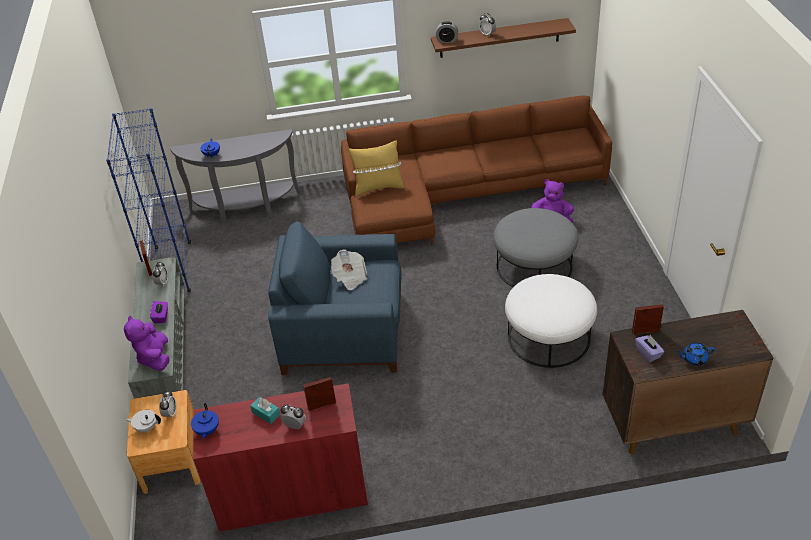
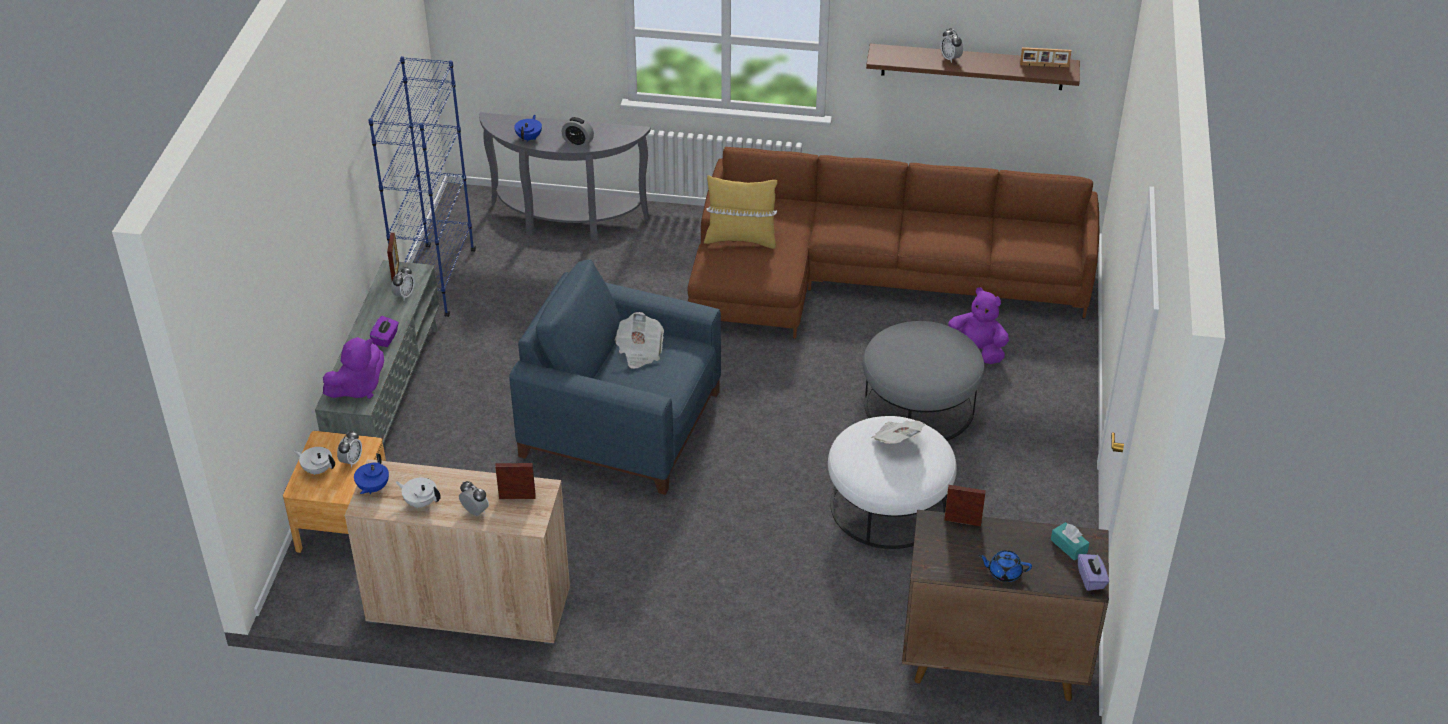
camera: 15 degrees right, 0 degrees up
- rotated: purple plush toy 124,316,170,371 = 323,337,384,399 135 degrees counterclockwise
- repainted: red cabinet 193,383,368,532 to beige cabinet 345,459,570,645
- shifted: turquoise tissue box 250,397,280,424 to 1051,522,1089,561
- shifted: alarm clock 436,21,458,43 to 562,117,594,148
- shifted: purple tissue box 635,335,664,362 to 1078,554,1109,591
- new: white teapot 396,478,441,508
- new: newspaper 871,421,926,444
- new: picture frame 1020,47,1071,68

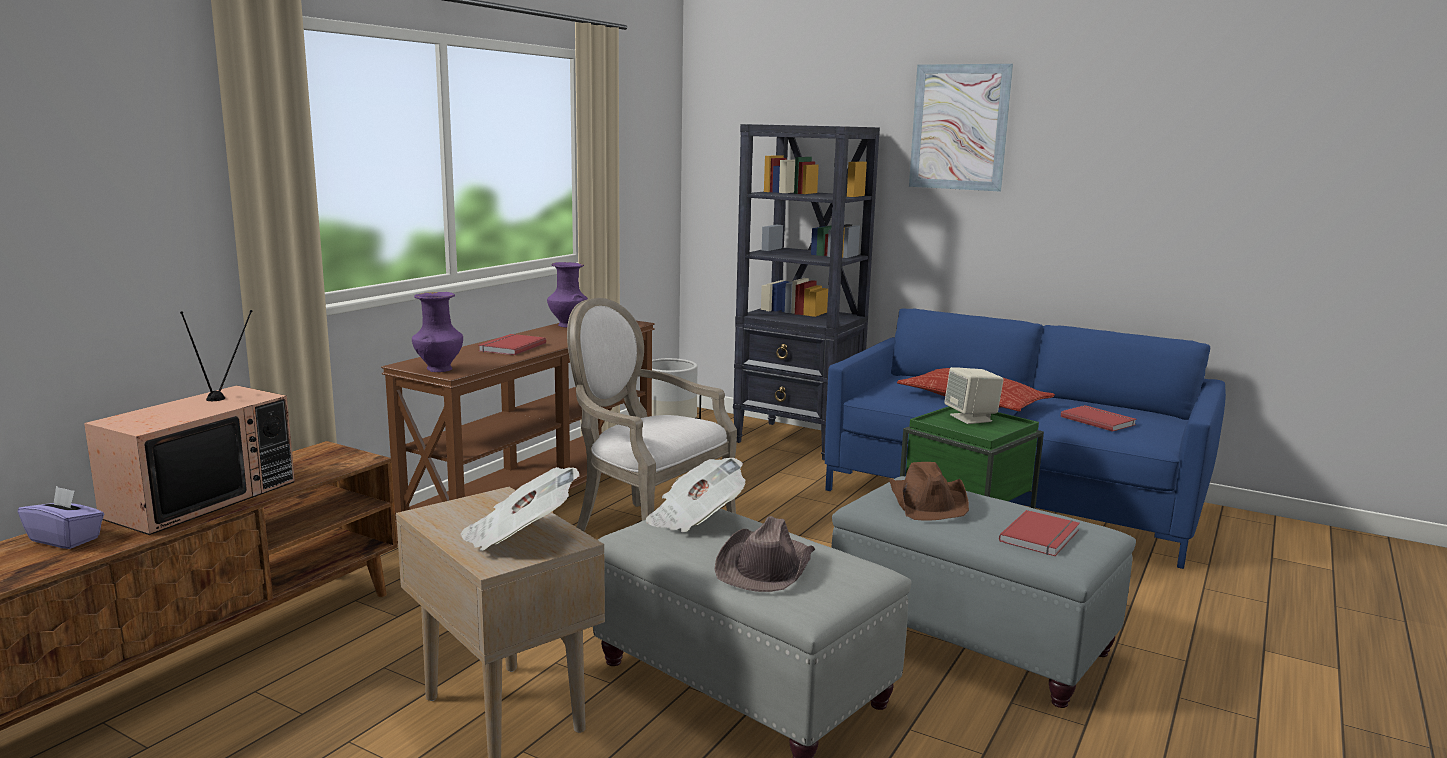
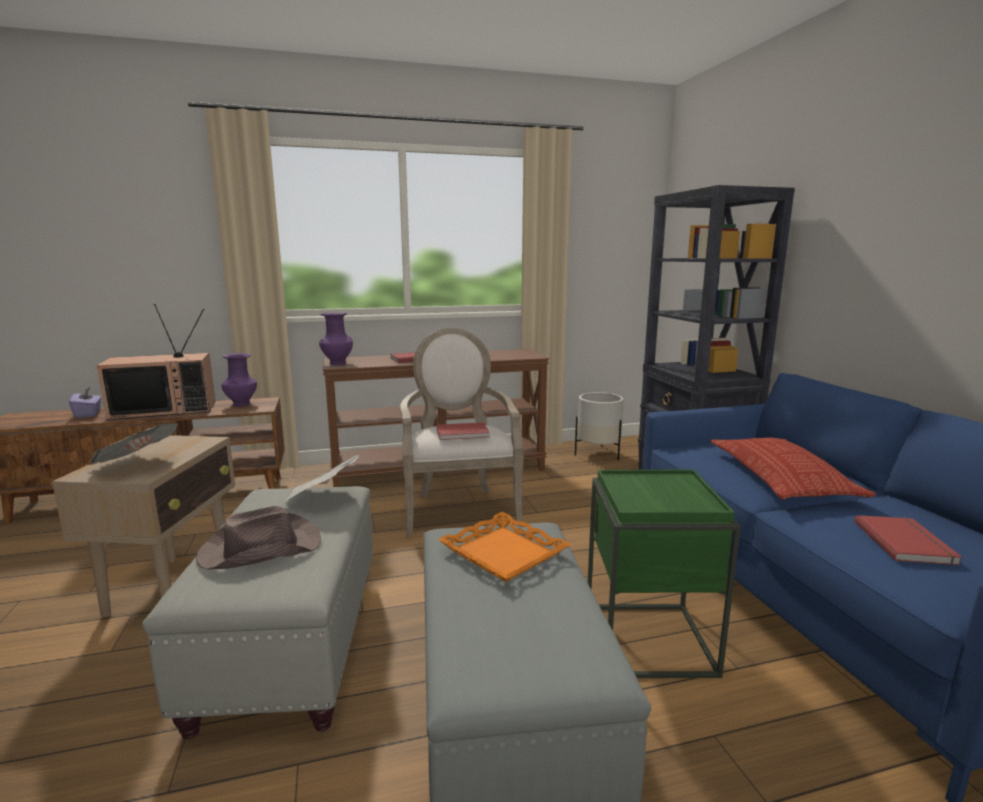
camera: 45 degrees right, 0 degrees up
- shifted: purple vase 547,262,588,328 to 221,353,257,407
- swapped: brown hat 889,462,969,521 to orange tray 438,512,571,582
- gone: picture 909,64,1013,191
- gone: beige speaker 944,367,1004,424
- shifted: red book 999,510,1080,556 to 436,422,490,440

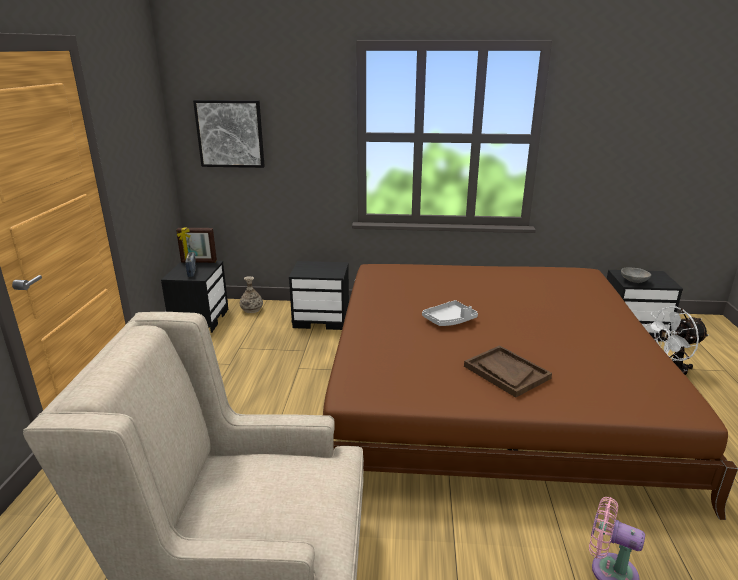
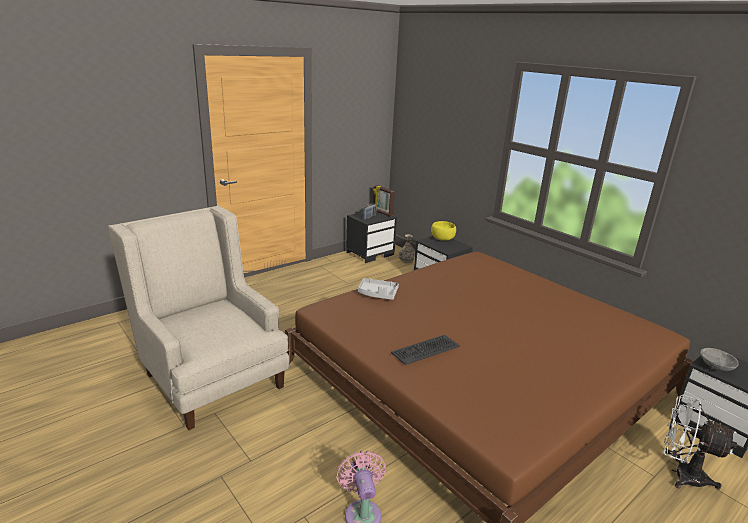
camera: 45 degrees right, 0 degrees up
- gone: picture 193,100,265,168
- shifted: grey tray 422,300,478,326 to 358,278,399,300
- swapped: brown tray 464,345,552,398 to keyboard 391,335,460,365
- new: yellow bowl 431,221,456,241

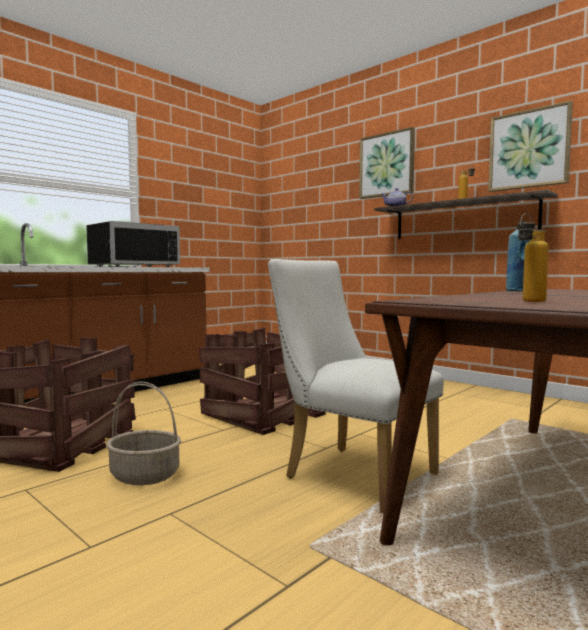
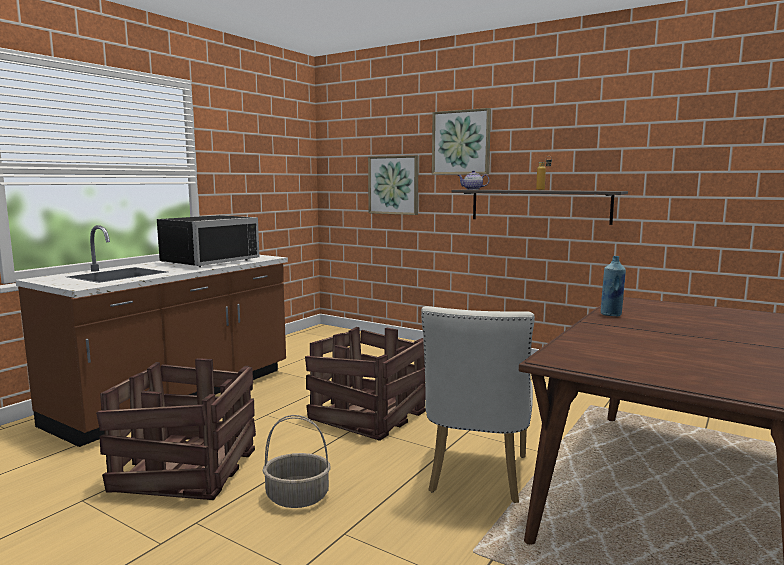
camera: 10 degrees left, 5 degrees up
- rotated: white chair 268,259,444,513 = 421,306,535,503 105 degrees counterclockwise
- shifted: picture 488,101,573,192 to 368,155,419,215
- gone: bottle 517,213,549,302

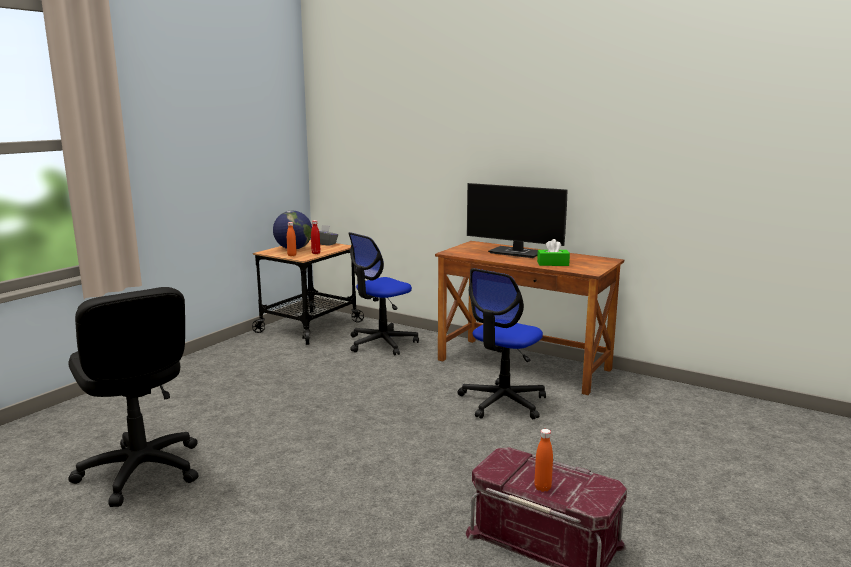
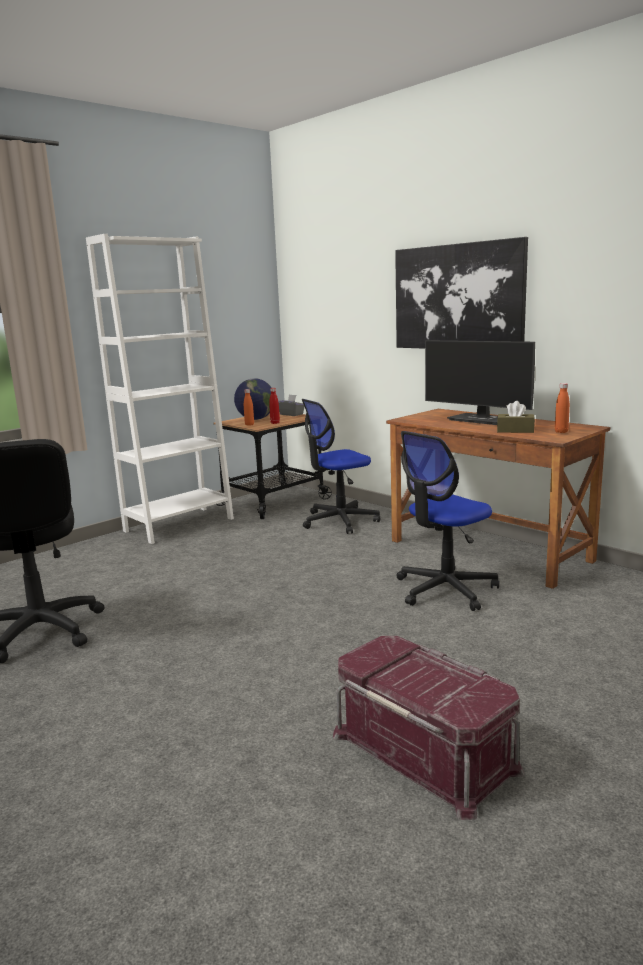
camera: 15 degrees right, 0 degrees up
- shifted: orange bottle 534,429,553,492 to 555,383,570,433
- repainted: green tissue box 537,239,570,266 to brown tissue box 497,401,535,433
- new: white bookcase 86,234,234,544
- new: picture 395,237,528,349

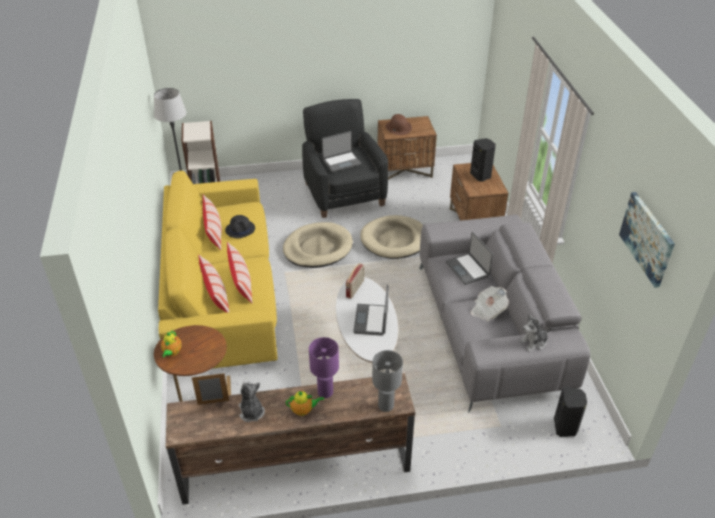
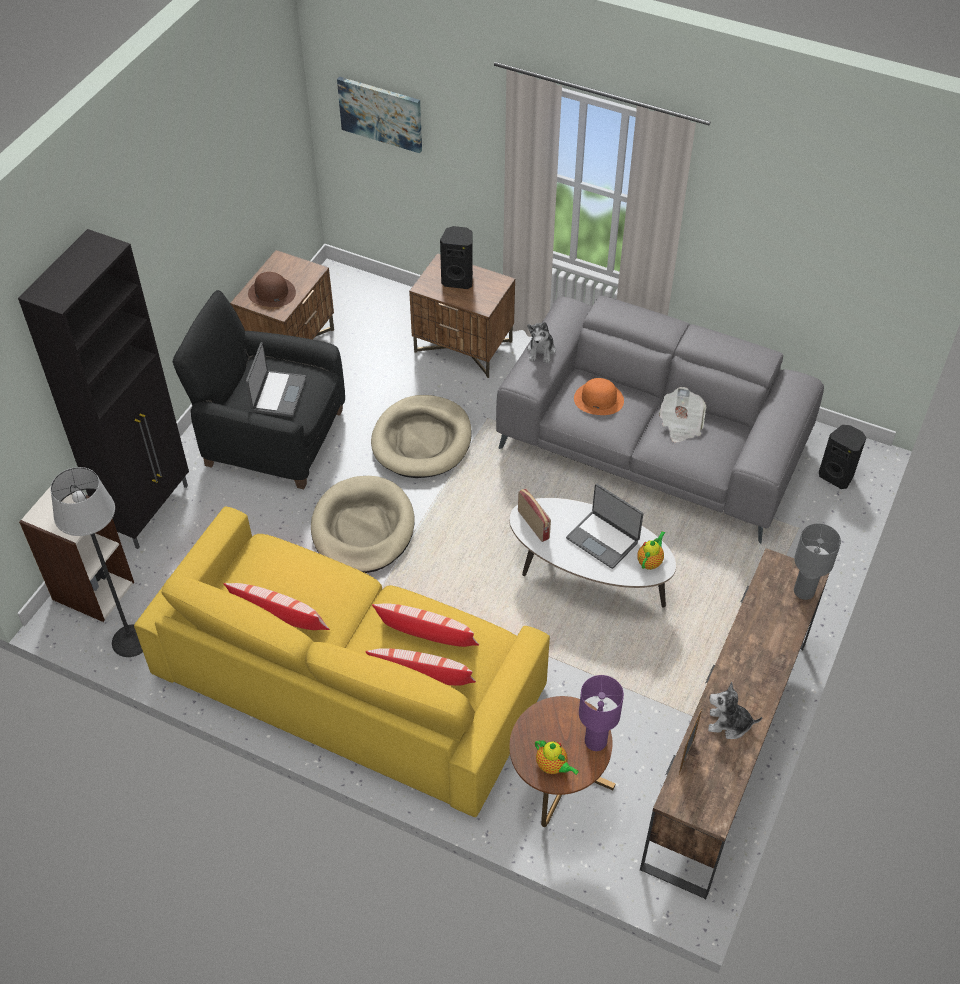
camera: 55 degrees left, 10 degrees up
- gone: black hat 225,215,255,238
- shifted: teapot 286,390,324,416 to 637,531,666,570
- shifted: purple table lamp 309,337,339,398 to 579,675,624,751
- swapped: laptop 446,232,493,285 to orange hat 574,378,624,415
- shifted: plush toy 519,314,552,352 to 527,322,556,363
- shifted: picture 619,192,675,288 to 337,77,422,153
- new: black cabinet 18,229,189,549

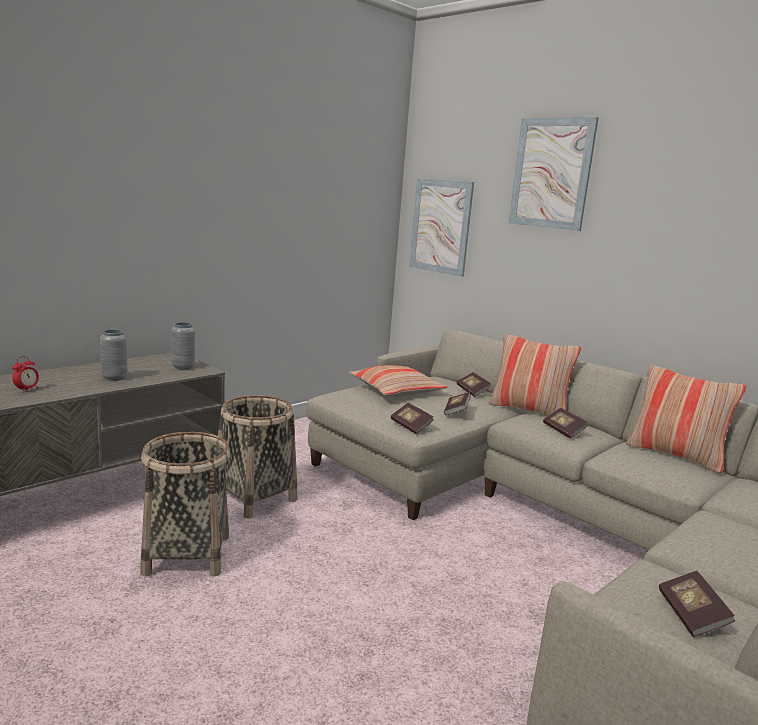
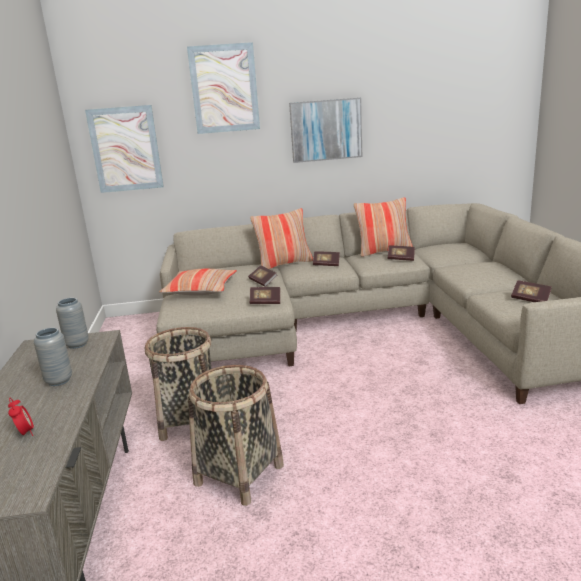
camera: 50 degrees left, 5 degrees up
- shifted: book 457,372,491,397 to 388,246,415,261
- new: picture 289,98,362,163

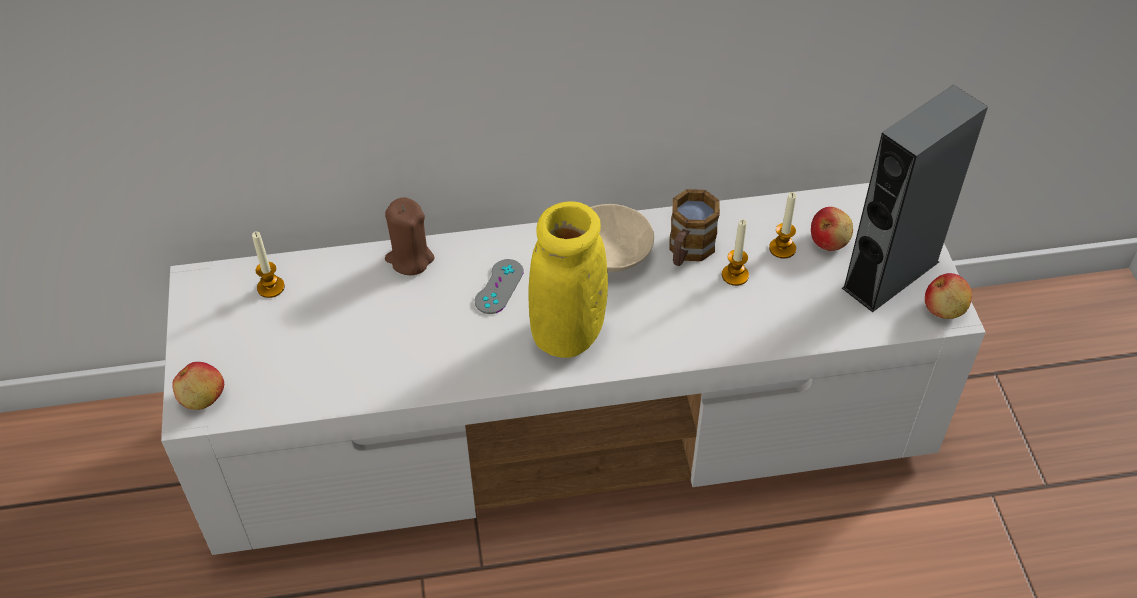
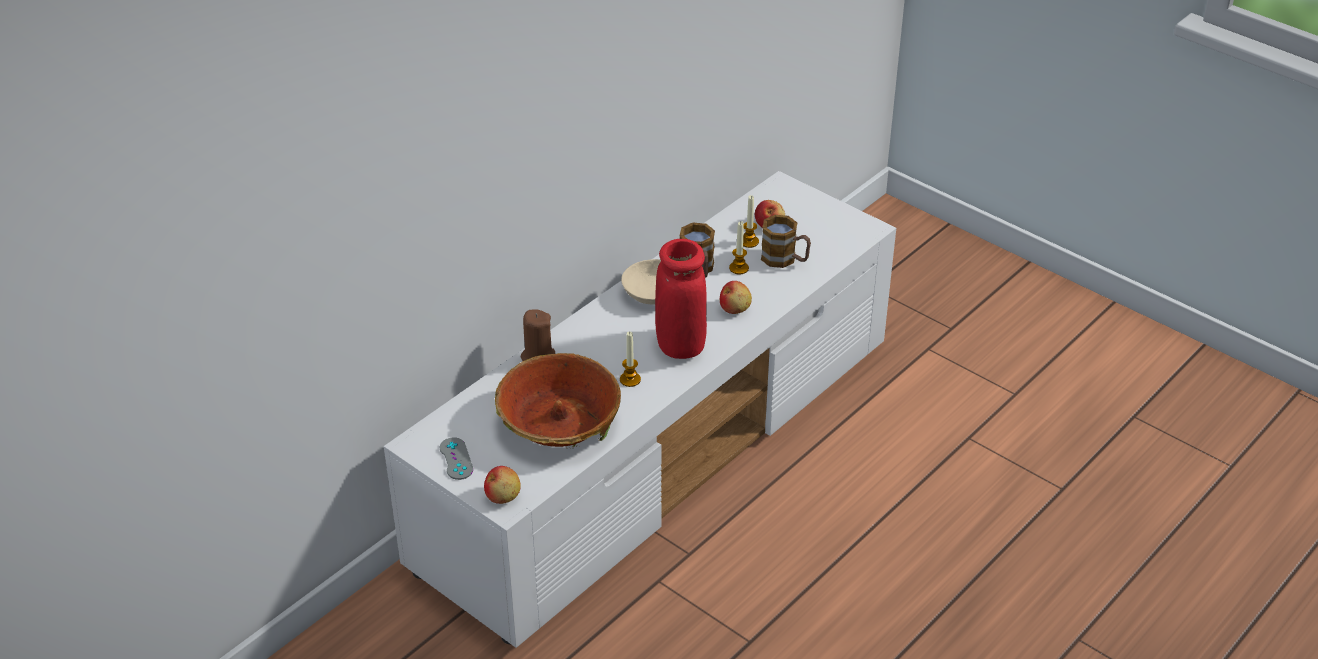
camera: 40 degrees left, 10 degrees down
- shifted: candle 252,231,285,298 to 620,331,641,387
- shifted: grey game controller 475,259,524,314 to 440,437,473,480
- repainted: yellow vase 528,201,608,358 to red vase 655,239,707,359
- gone: grey speaker 842,85,988,312
- shifted: apple 925,273,972,319 to 720,281,752,314
- new: bowl 495,353,621,449
- new: mug 761,215,811,268

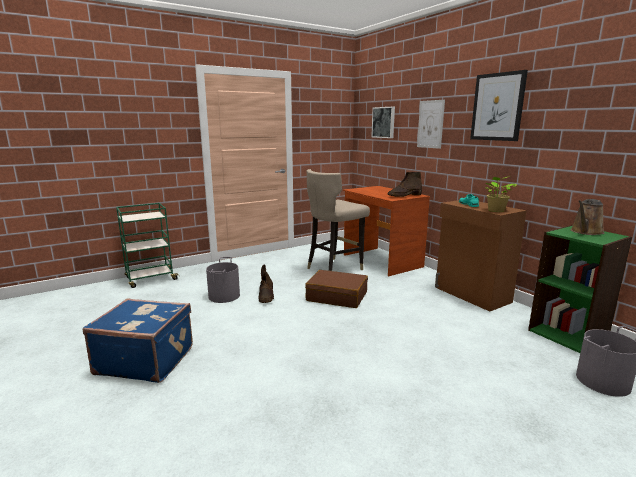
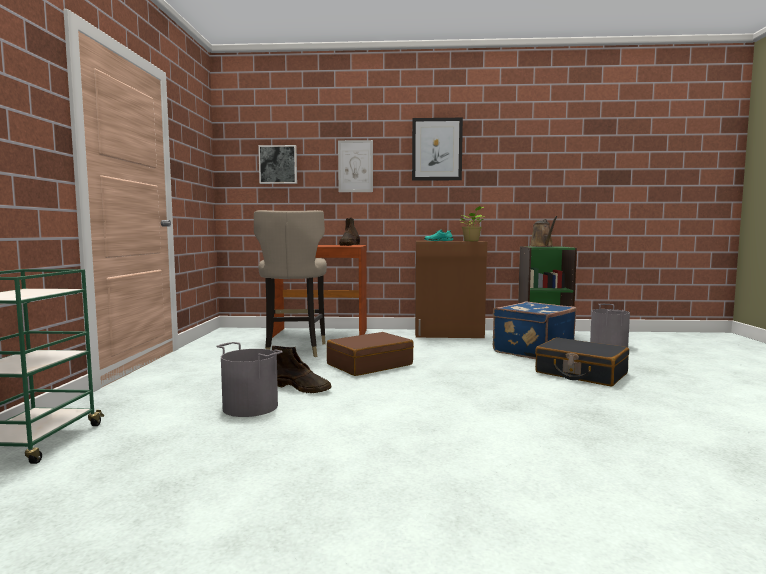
camera: 55 degrees left, 10 degrees down
- shifted: blue suitcase 83,298,193,383 to 493,302,576,359
- new: black suitcase 535,337,629,387

